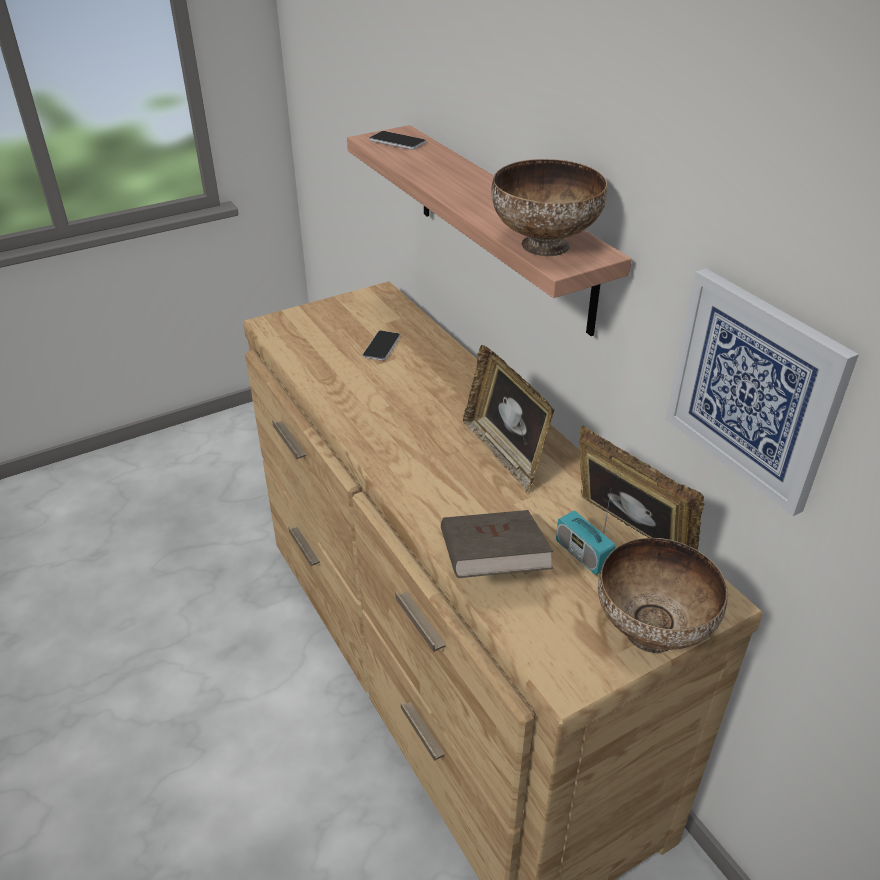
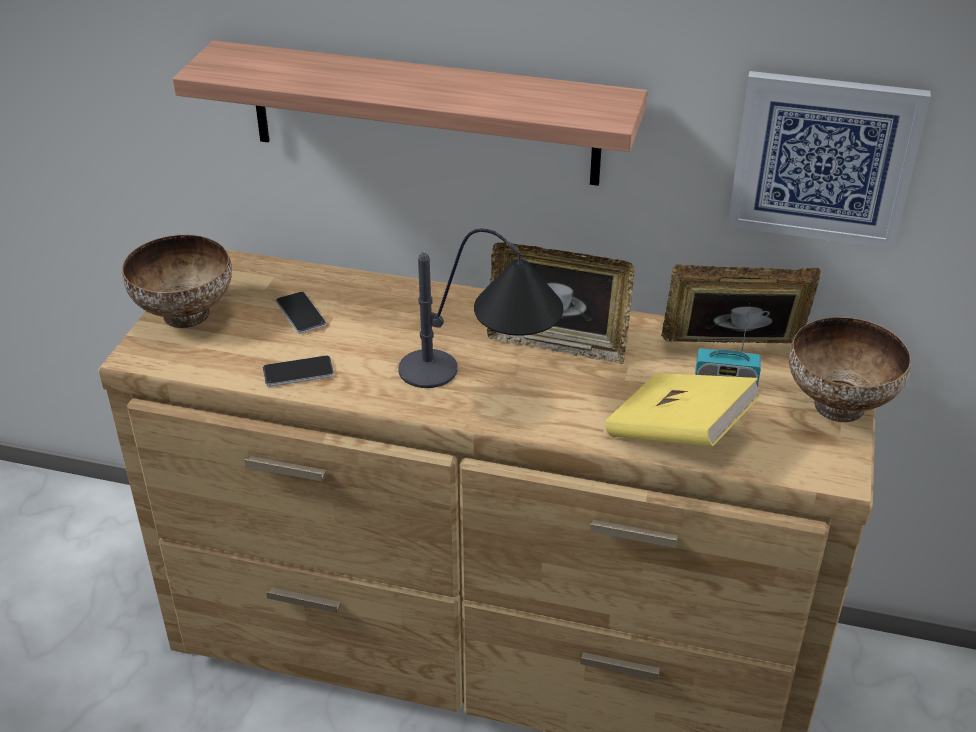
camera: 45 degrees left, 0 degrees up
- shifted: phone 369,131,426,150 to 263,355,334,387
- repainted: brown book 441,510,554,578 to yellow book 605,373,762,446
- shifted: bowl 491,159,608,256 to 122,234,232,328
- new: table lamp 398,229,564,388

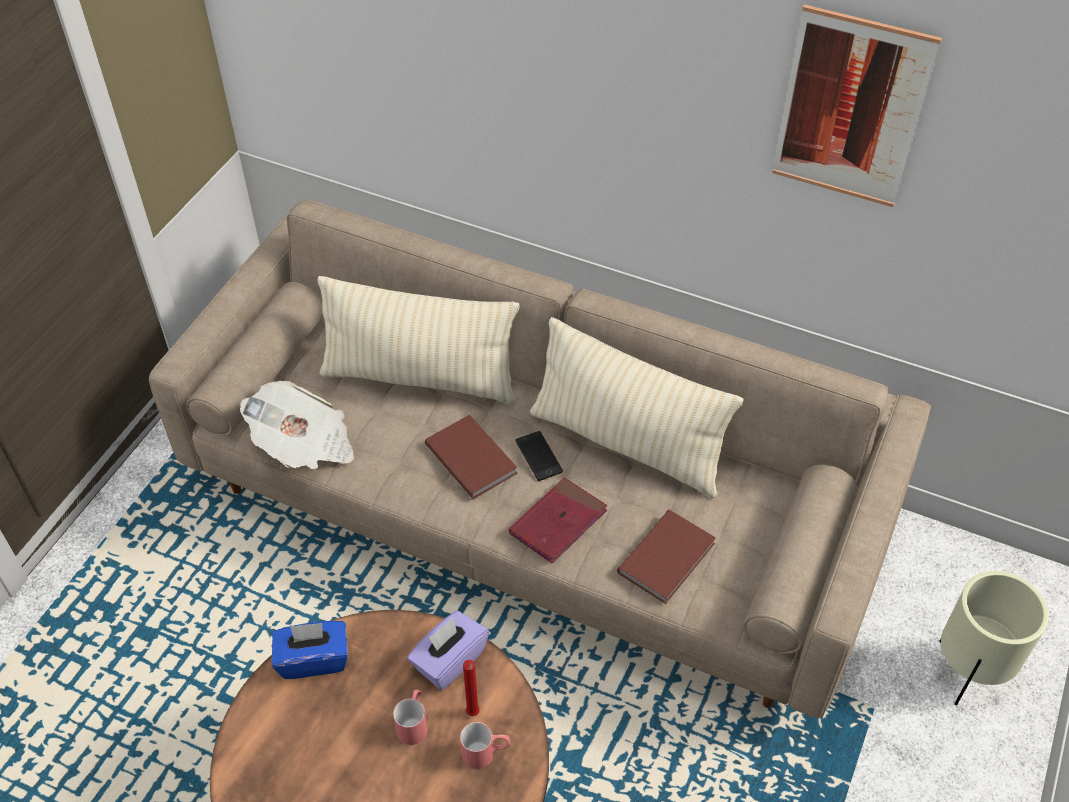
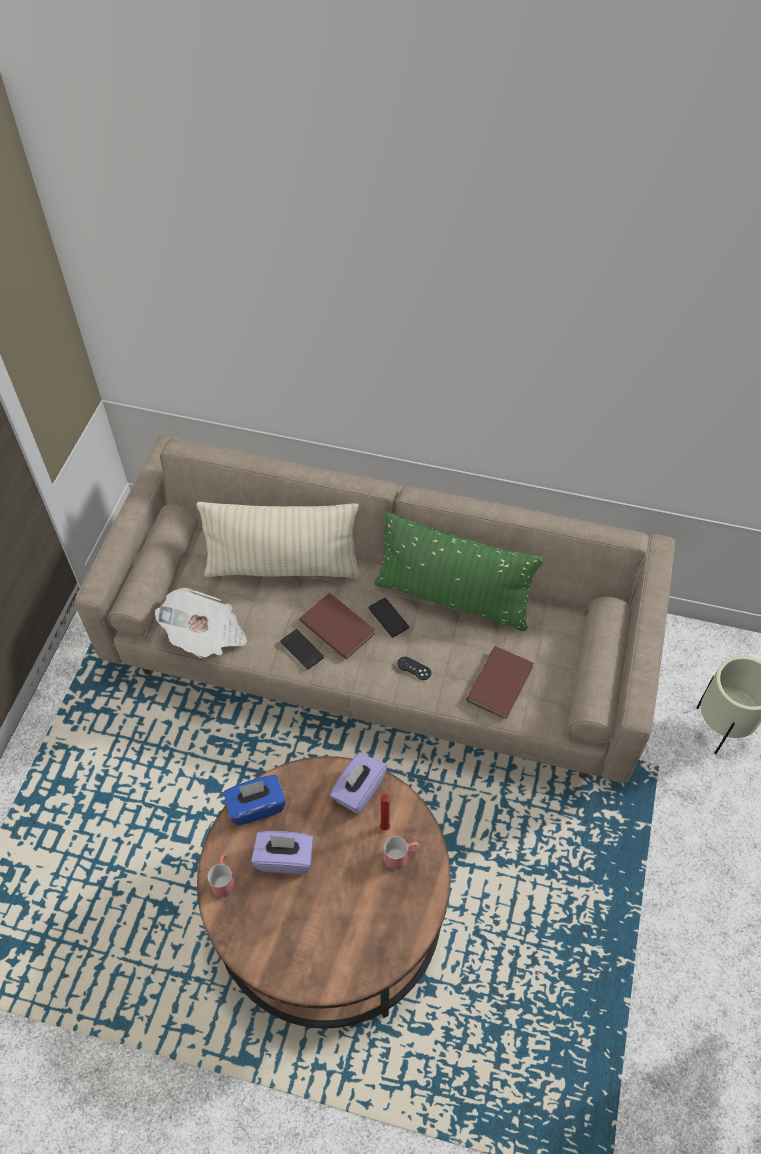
camera: 10 degrees left, 5 degrees up
- shifted: red mug 393,689,427,745 to 207,855,235,897
- swapped: red book 509,477,607,563 to black game controller 397,657,431,680
- repainted: beige pillow 530,317,744,498 to green pillow 374,512,543,632
- gone: picture 772,4,942,207
- new: purple tissue box 251,831,314,874
- new: phone 280,629,324,670

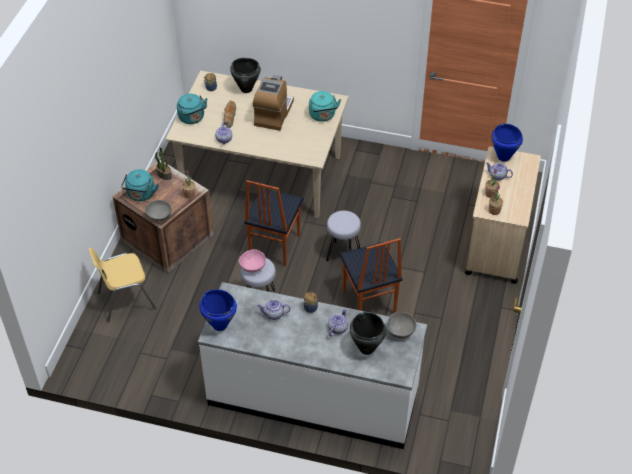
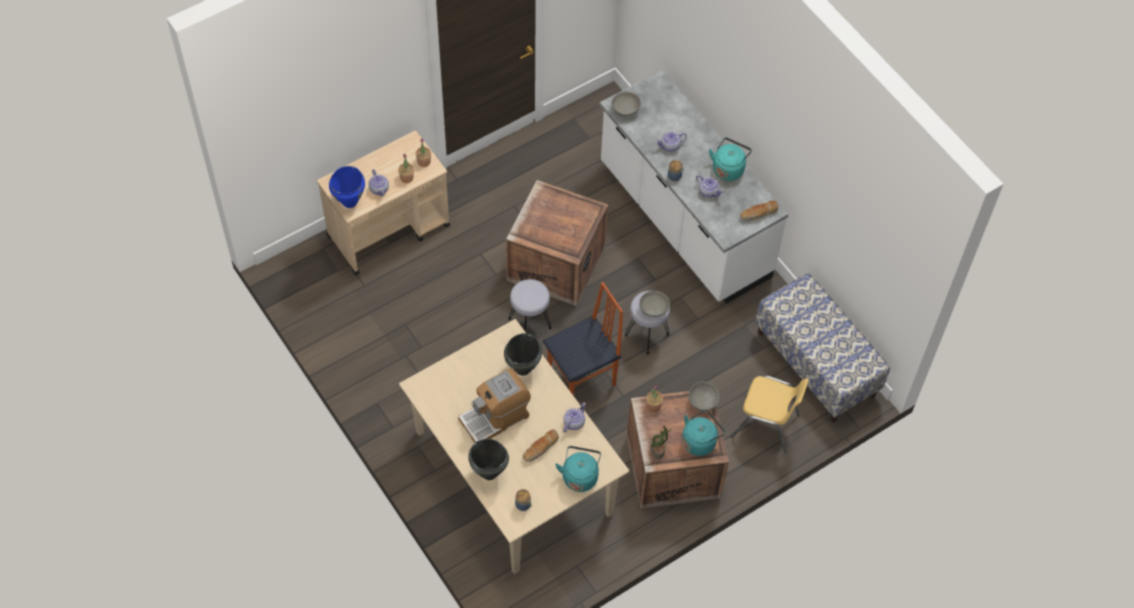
camera: 140 degrees left, 10 degrees up
- swapped: blue cooking pot 199,289,237,331 to bread 740,200,779,221
- repainted: pink bowl 239,249,266,273 to grey bowl 639,291,670,317
- shifted: turquoise kettle 309,91,341,122 to 709,138,752,181
- swapped: chair 340,238,403,313 to crate 506,180,608,306
- shifted: black cooking pot 350,312,386,355 to 504,333,542,376
- new: bench 755,273,890,423

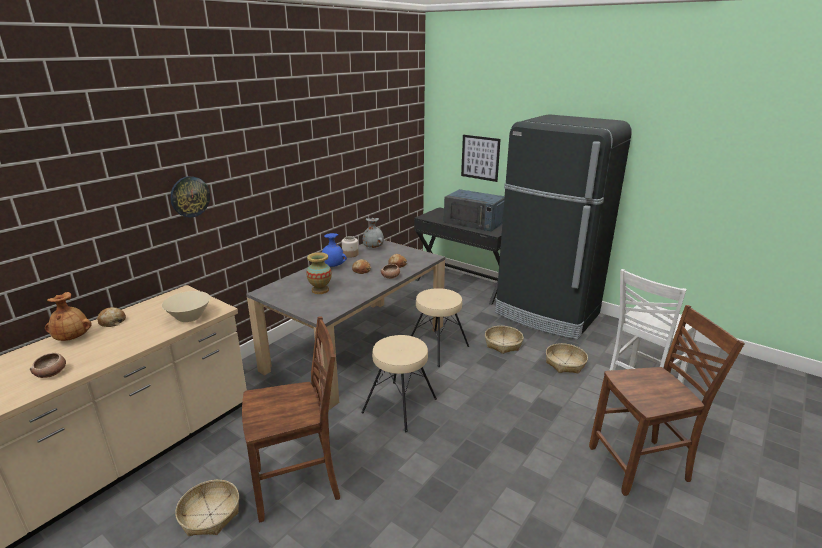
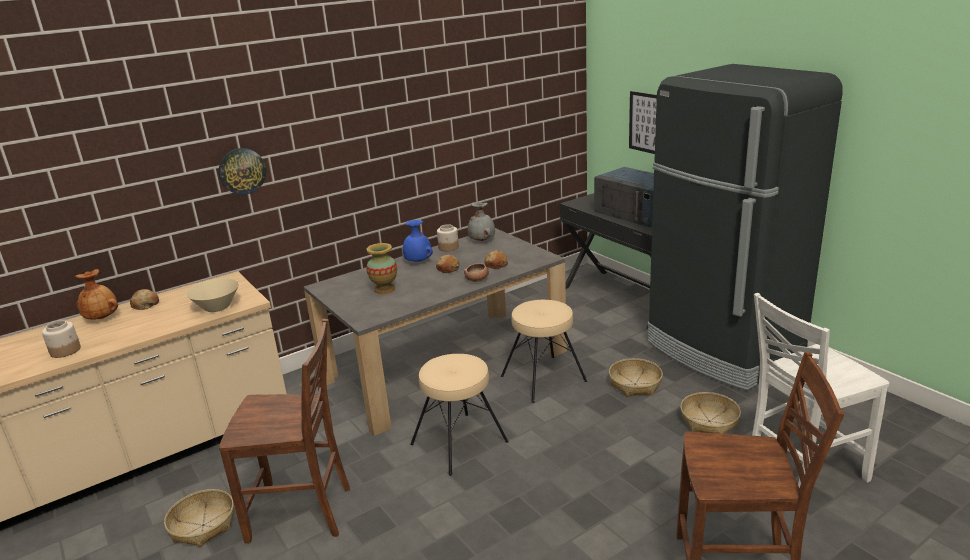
camera: 20 degrees right, 0 degrees up
- swapped: bowl 30,353,66,378 to jar 42,320,81,358

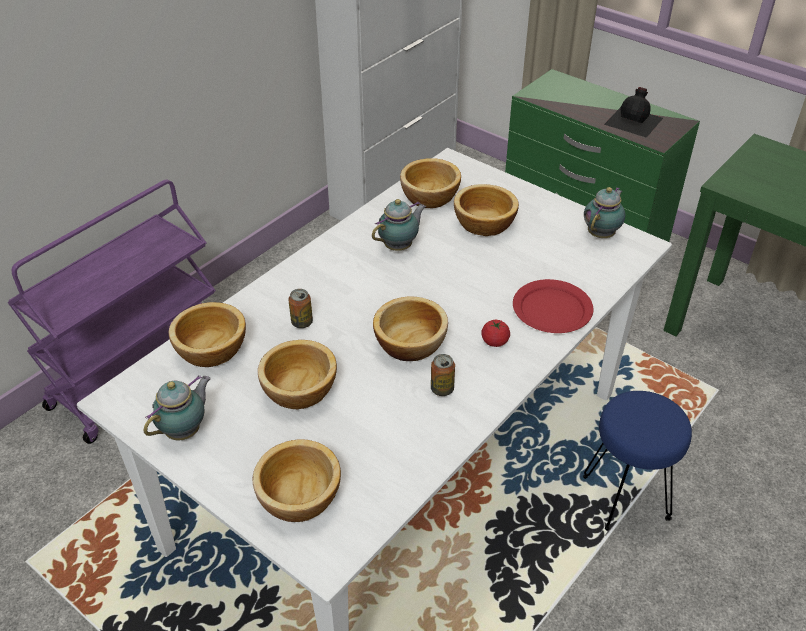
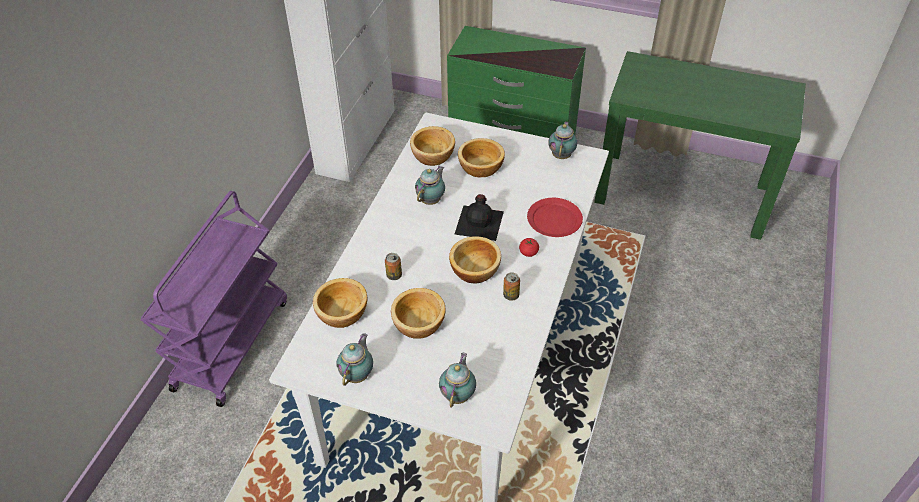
camera: 20 degrees left, 5 degrees up
- swapped: bowl 253,439,341,522 to teapot 439,353,476,408
- gone: blue stool 583,391,692,530
- shifted: black bottle 604,87,663,138 to 455,194,504,241

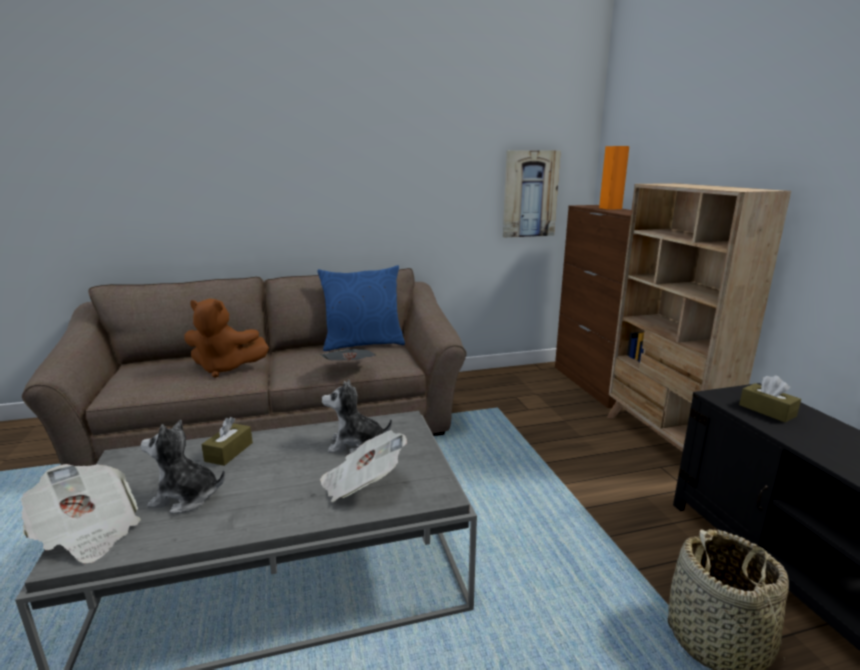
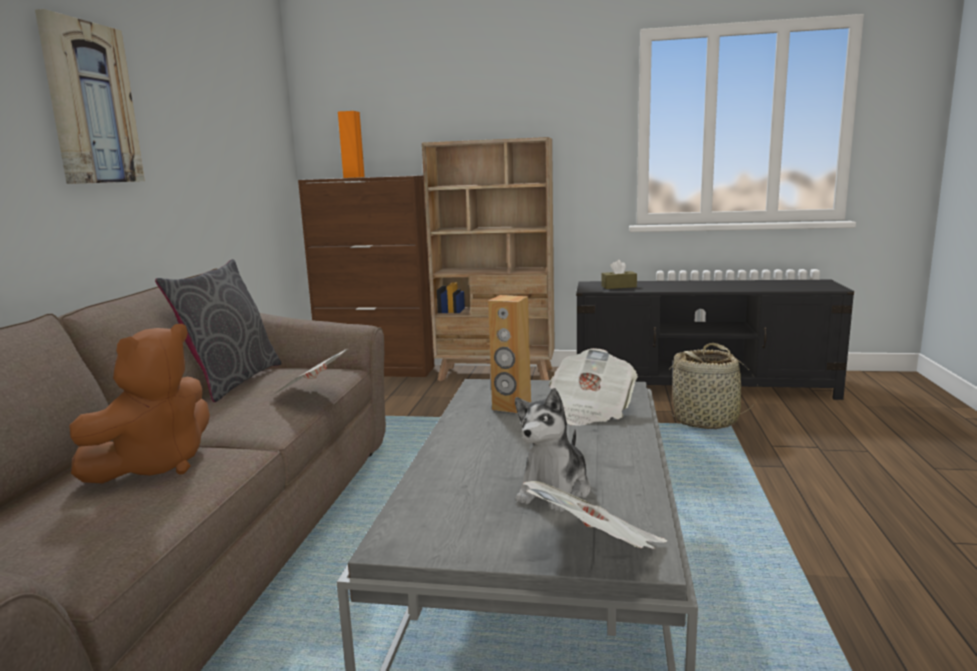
camera: 65 degrees left, 5 degrees down
- gone: brown tissue box 201,417,253,466
- repainted: blue pillow 317,265,405,351 to grey pillow 155,259,282,402
- swapped: plush toy 322,379,392,454 to brown speaker 488,295,531,413
- shifted: picture 503,150,561,238 to 35,9,145,184

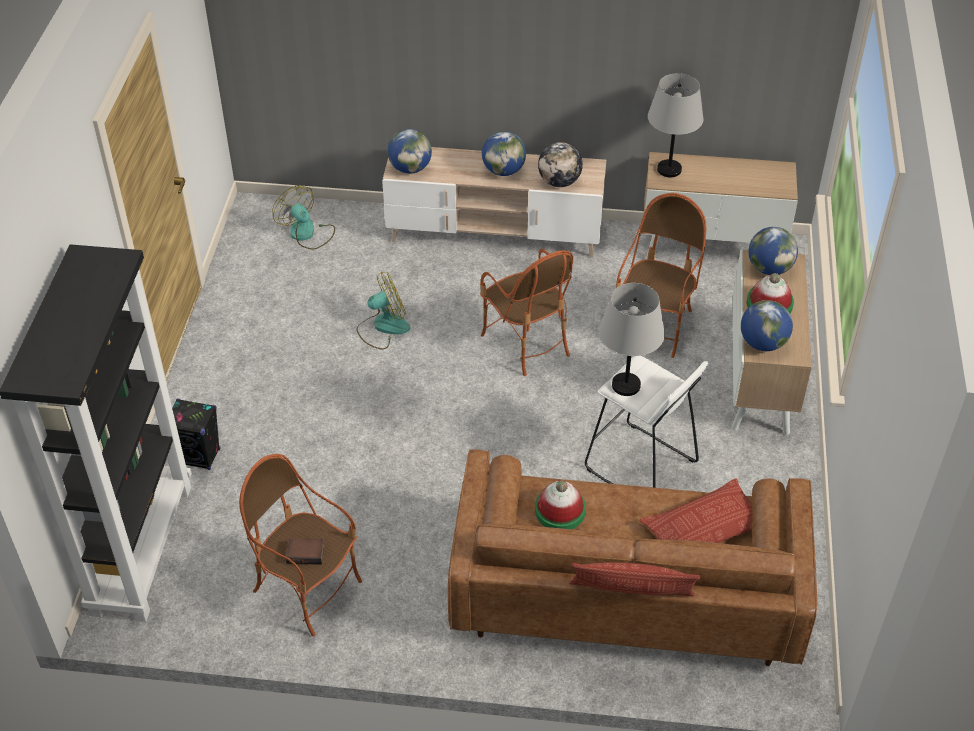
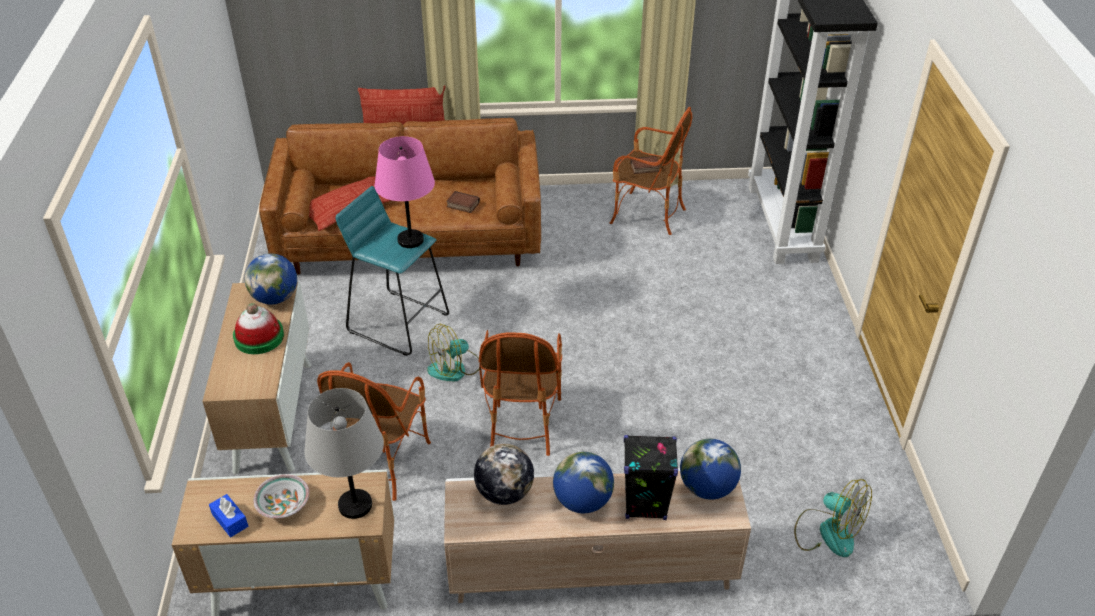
camera: 170 degrees right, 5 degrees down
- shifted: black speaker 172,399,220,470 to 624,435,678,520
- shifted: fan 356,272,410,350 to 427,324,479,381
- rotated: armchair 480,249,573,376 = 479,330,562,456 135 degrees counterclockwise
- swapped: hat 535,480,586,529 to book 446,191,480,213
- repainted: white stool 585,356,708,488 to turquoise stool 336,186,449,356
- repainted: grey table lamp 599,283,665,396 to pink table lamp 374,136,435,248
- gone: globe 749,227,798,275
- new: blue tissue box 209,494,248,537
- new: bowl 253,475,309,518

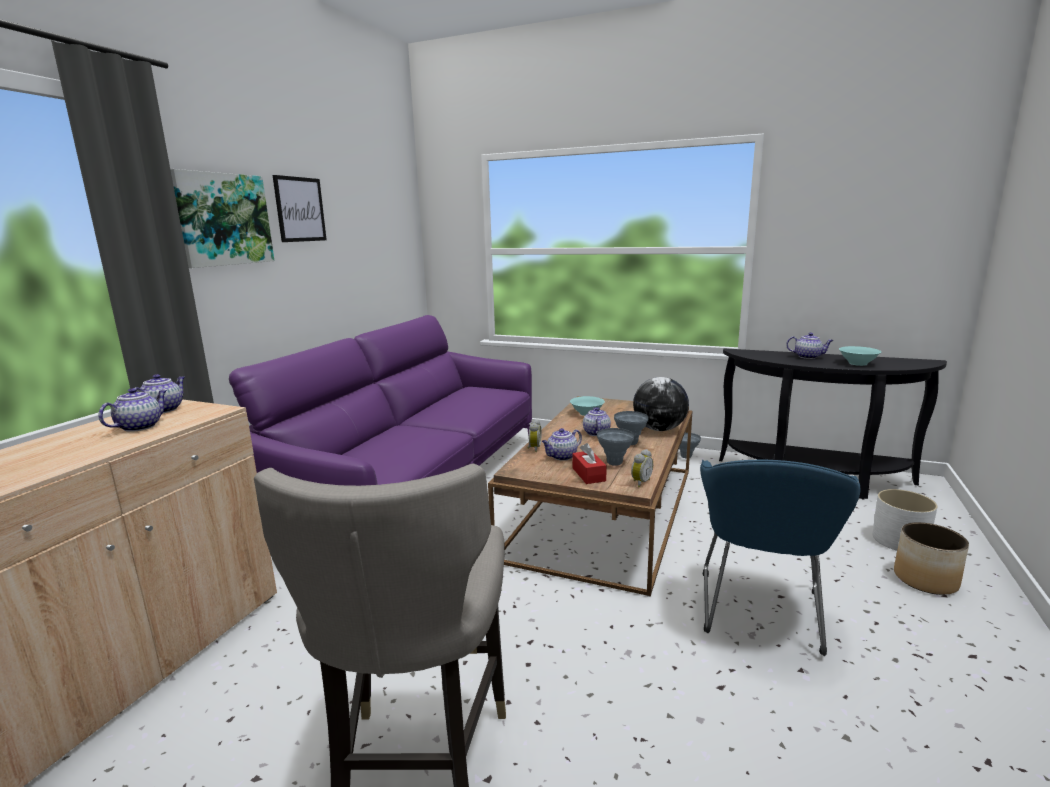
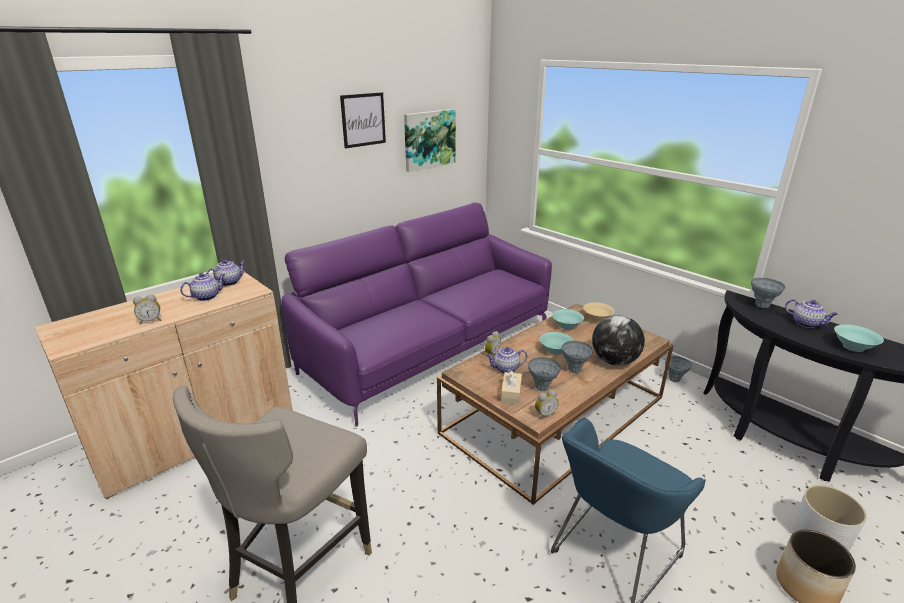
camera: 25 degrees right, 10 degrees up
- shifted: picture 170,169,274,268 to 404,109,456,172
- repainted: red tissue box 573,443,607,484 to beige tissue box 501,370,522,405
- swapped: teapot 583,407,611,436 to turquoise bowl 540,332,574,355
- new: alarm clock 133,295,161,324
- new: beige bowl 583,303,614,322
- new: grey vase 751,278,785,308

